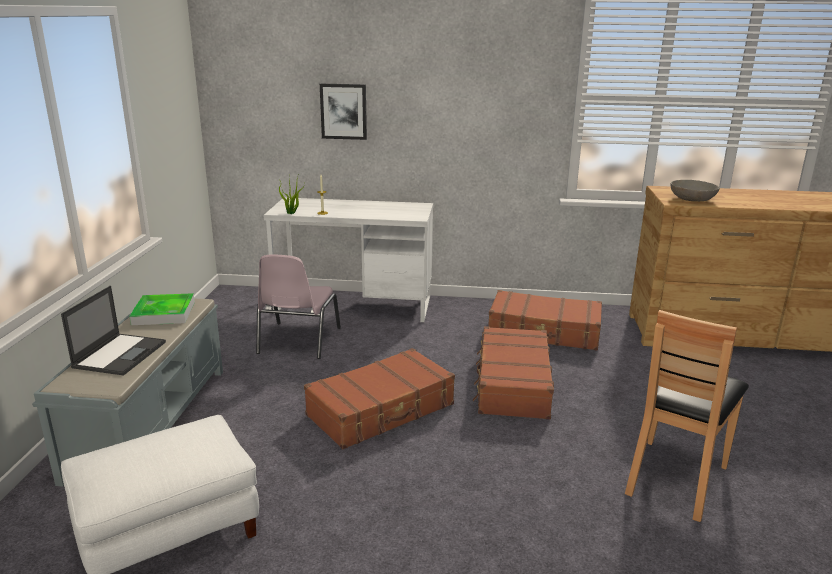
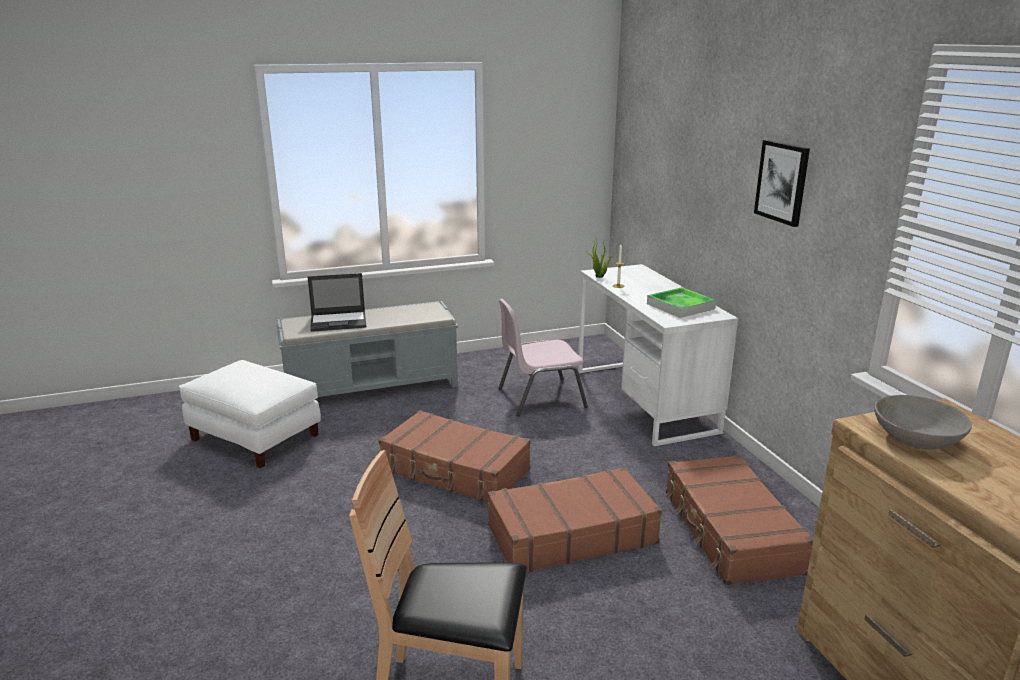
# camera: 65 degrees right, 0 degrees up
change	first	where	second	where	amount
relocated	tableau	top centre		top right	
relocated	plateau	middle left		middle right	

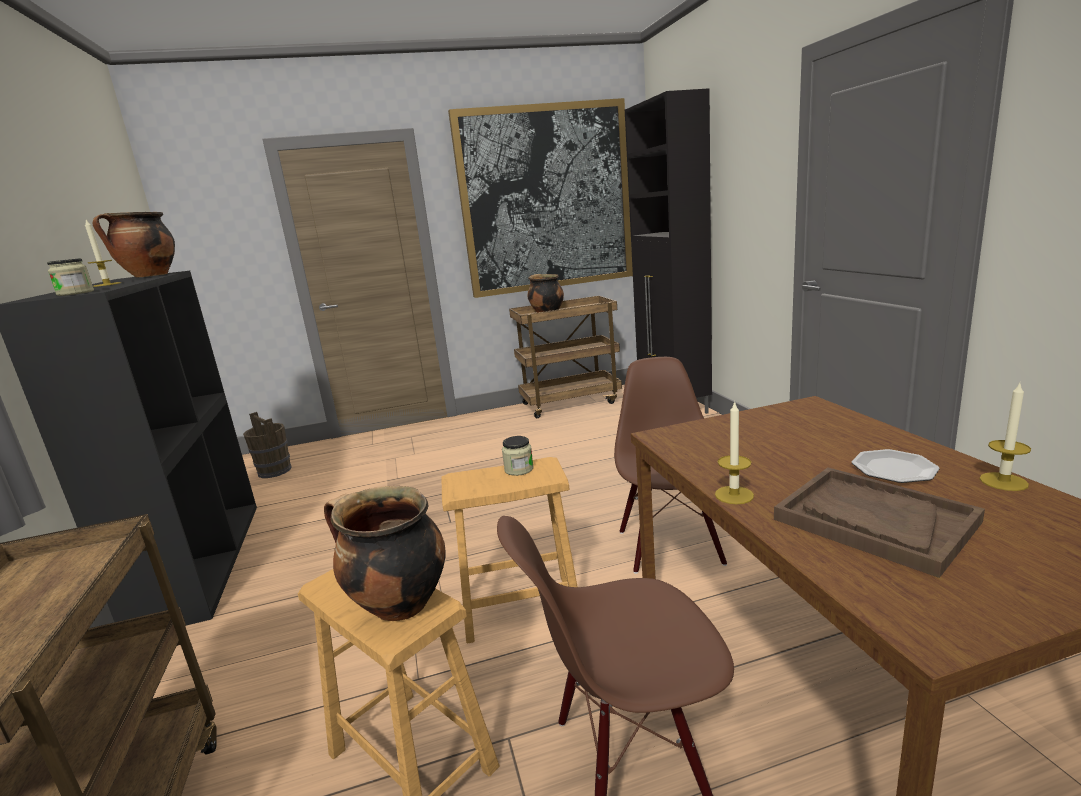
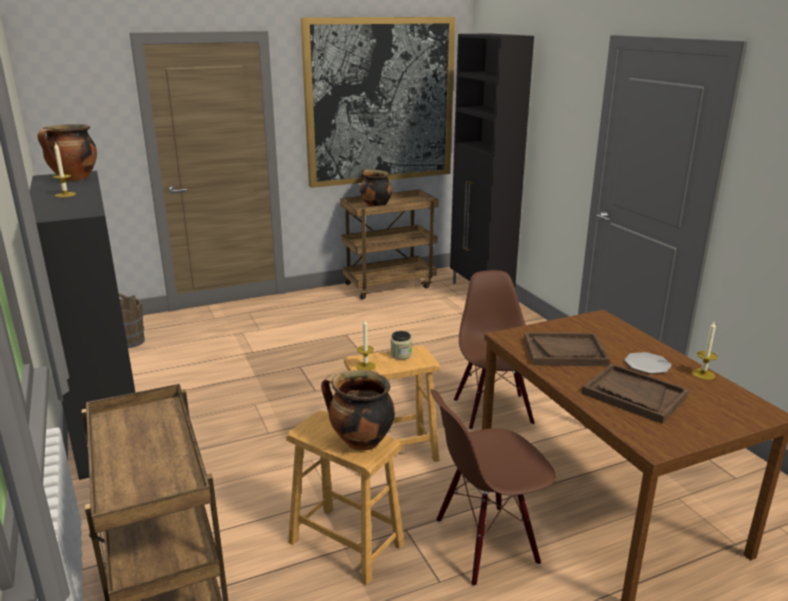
# camera: 10 degrees left, 5 degrees up
change	first	where	second	where	amount
missing	bocal (no. 1 from left)	middle left			
relocated	bougie (no. 2 from left)	middle right		centre	
appeared			plateau [marron] (no. 1 from left)	middle right	

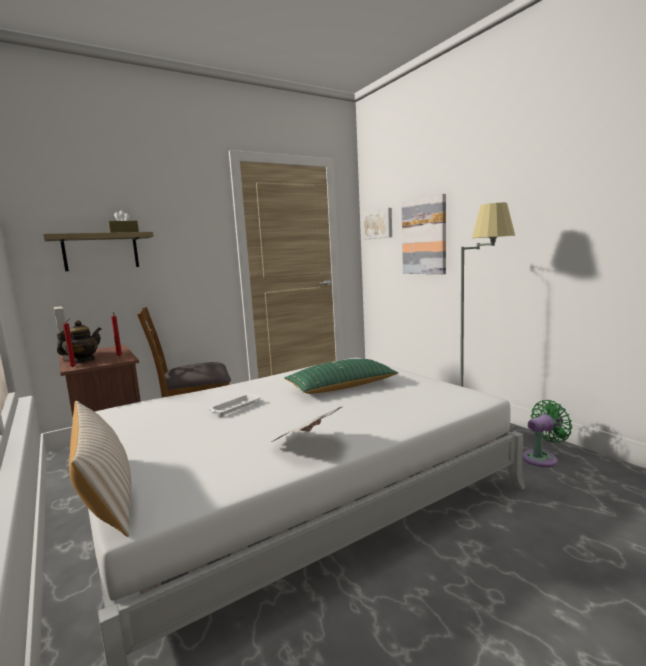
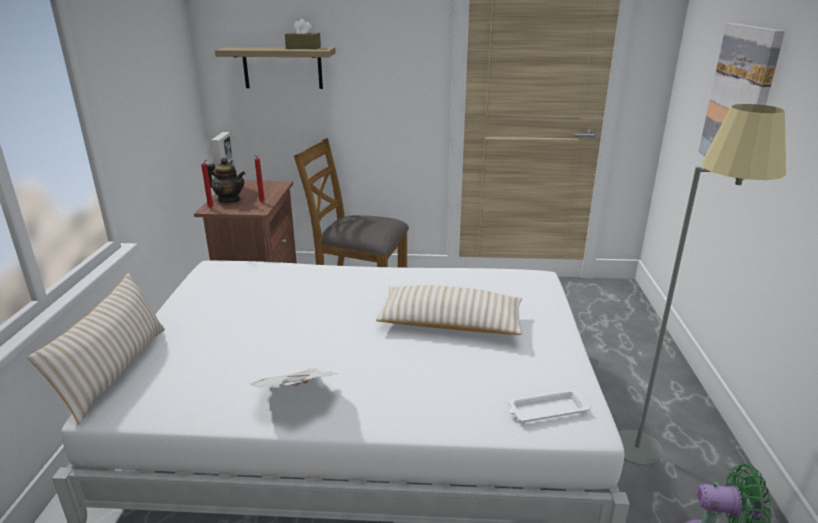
# camera: 35 degrees right, 15 degrees up
change	first	where	second	where	amount
missing	tableau (no. 1 from left)	centre			
spun	théière	middle left		middle left	45 degrees clockwise
colour	coussin [vert]	centre	coussin [beige] (no. 2 from left)	centre	
relocated	plateau [blanc]	centre		bottom right	

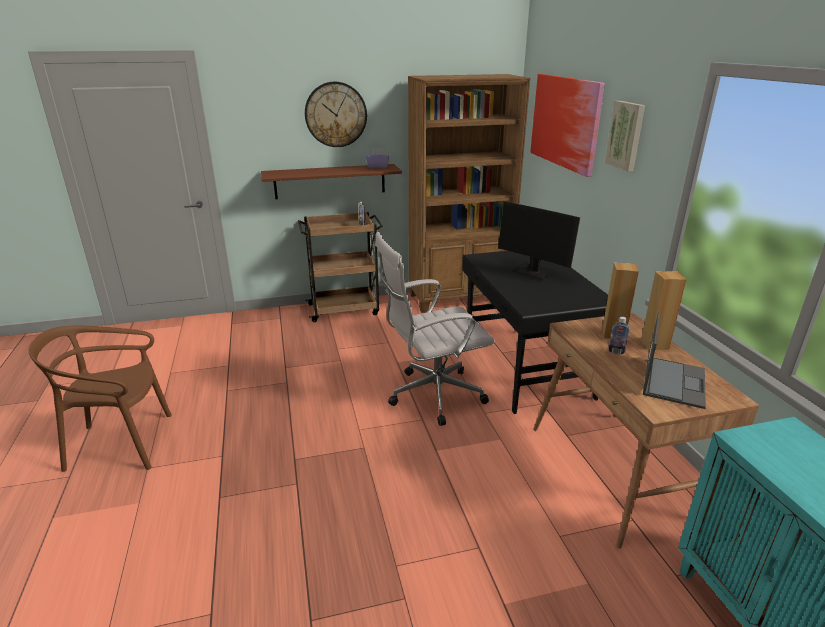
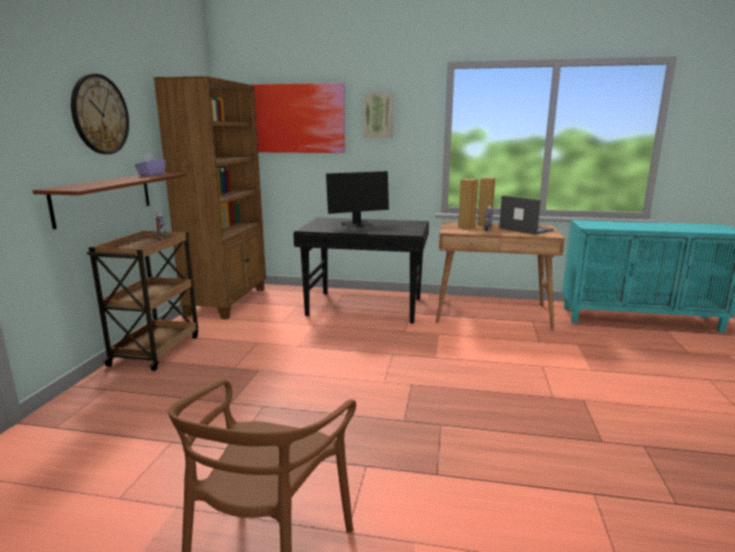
# camera: 65 degrees left, 10 degrees down
change	first	where	second	where	amount
missing	chaise de bureau [blanc]	centre			

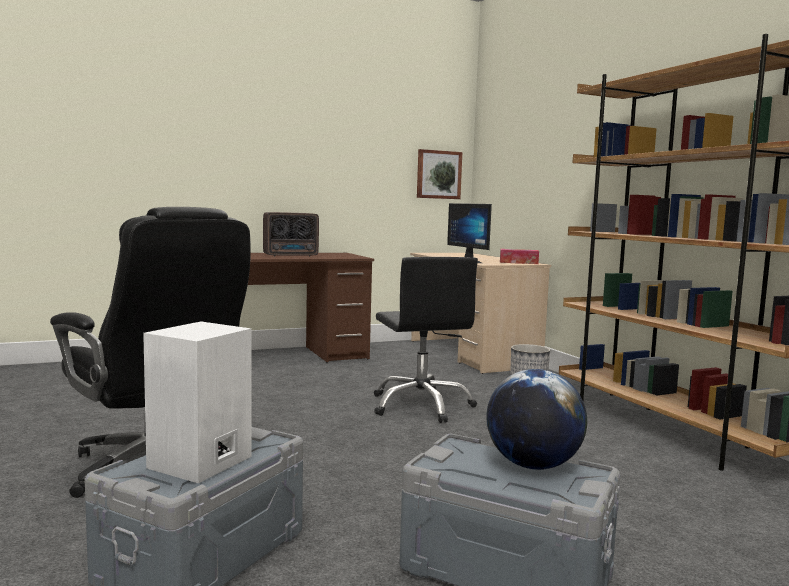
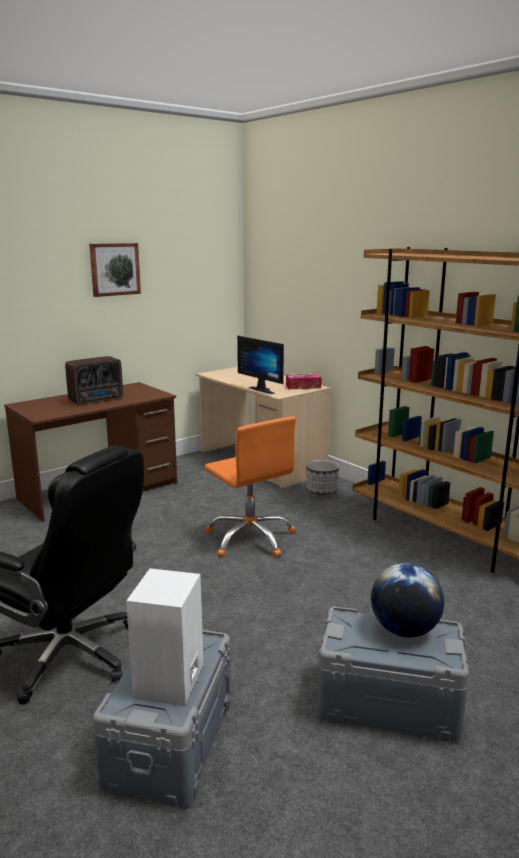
# camera: 15 degrees left, 10 degrees up
change	first	where	second	where	amount
relocated	tableau	top centre		top left	
colour	chaise de bureau [noir] (no. 2 from left)	centre	chaise de bureau [orange]	centre	

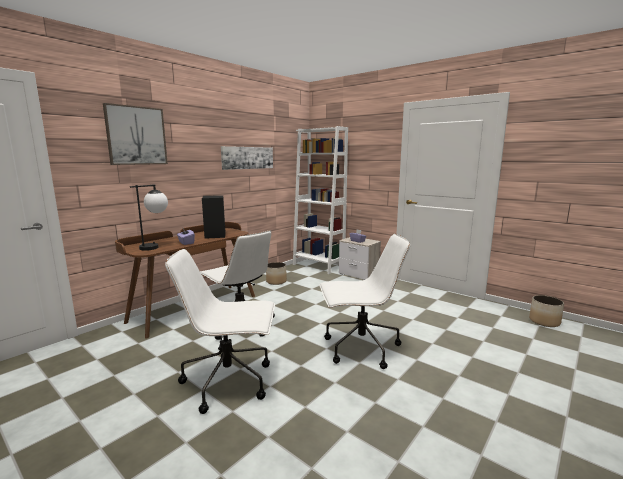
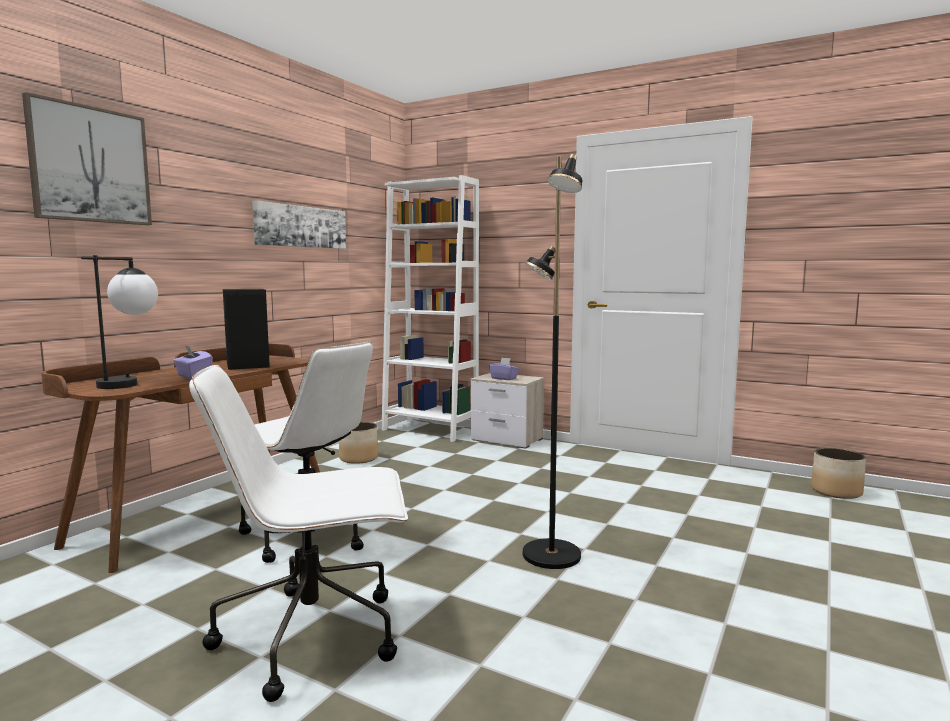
# camera: 10 degrees left, 5 degrees down
change	first	where	second	where	amount
exchanged	chaise de bureau [blanc] (no. 3 from left)	centre	lampadaire [noir]	centre	

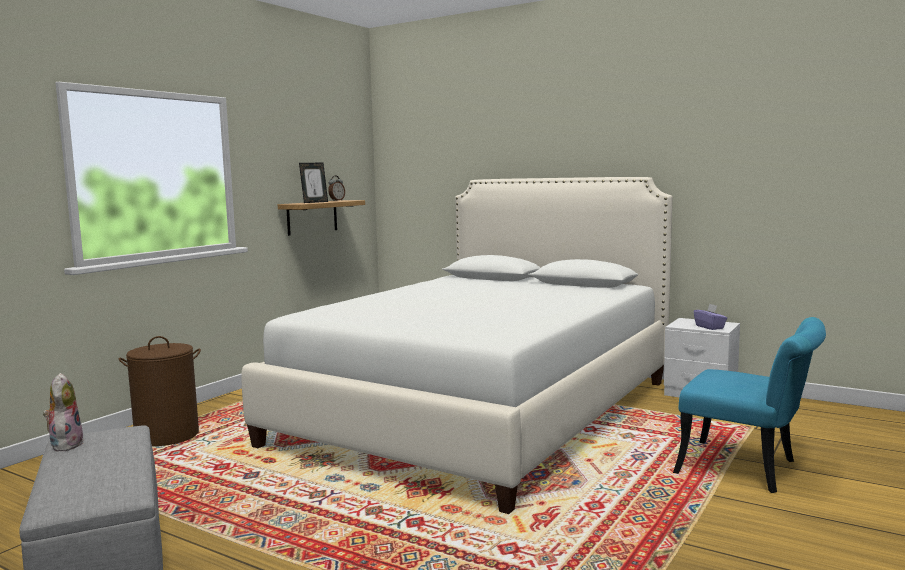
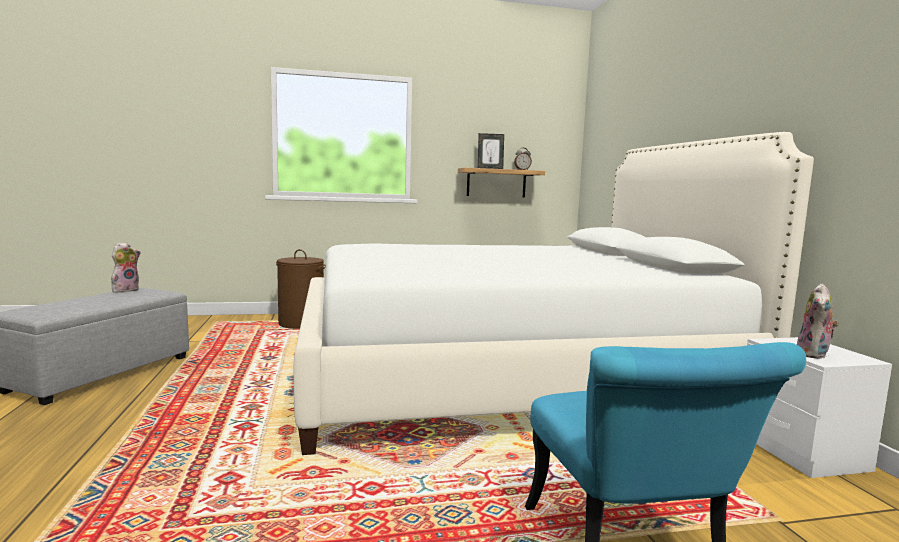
# camera: 45 degrees right, 0 degrees up
change	first	where	second	where	amount
exchanged	boîte à mouchoirs [violet]	middle right	peluche (no. 2 from left)	middle right	

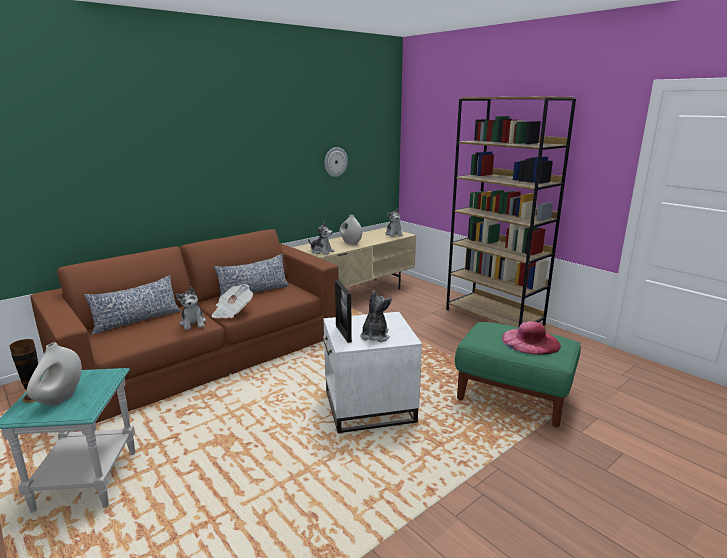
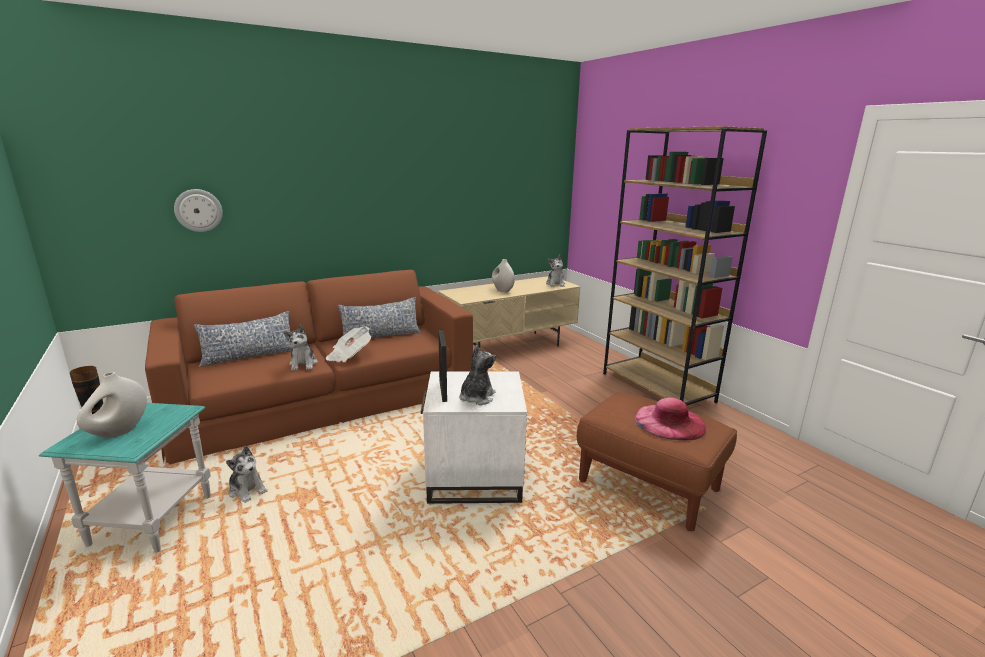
# camera: 10 degrees right, 0 degrees up
change	first	where	second	where	amount
relocated	horloge murale	top centre		top left	
relocated	peluche (no. 2 from left in the first image)	centre	peluche (no. 1 from left)	bottom left	
colour	pouf [vert]	bottom right	pouf [marron]	bottom right	

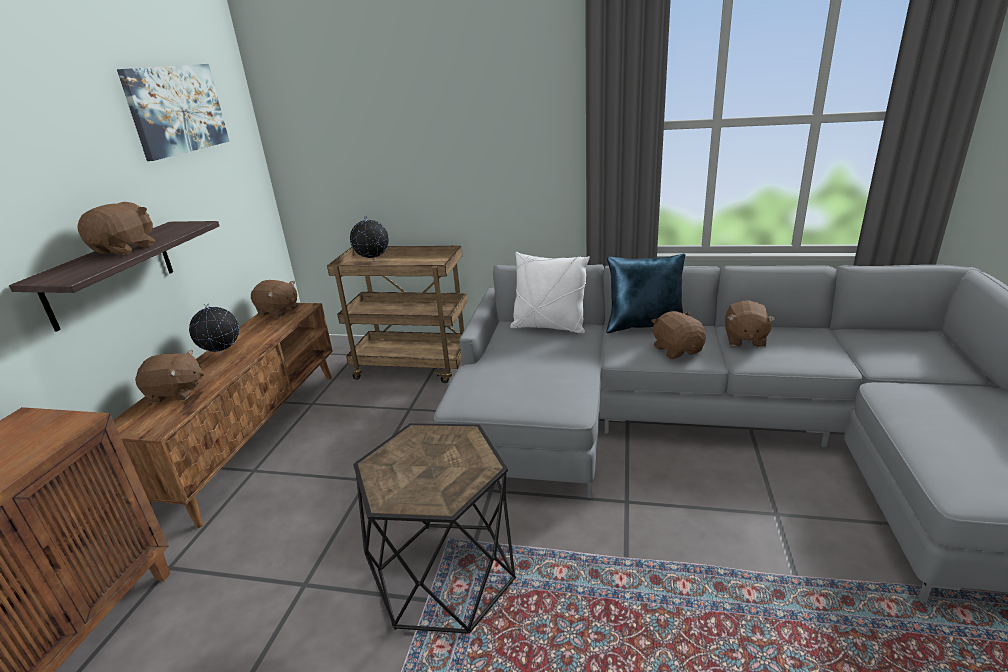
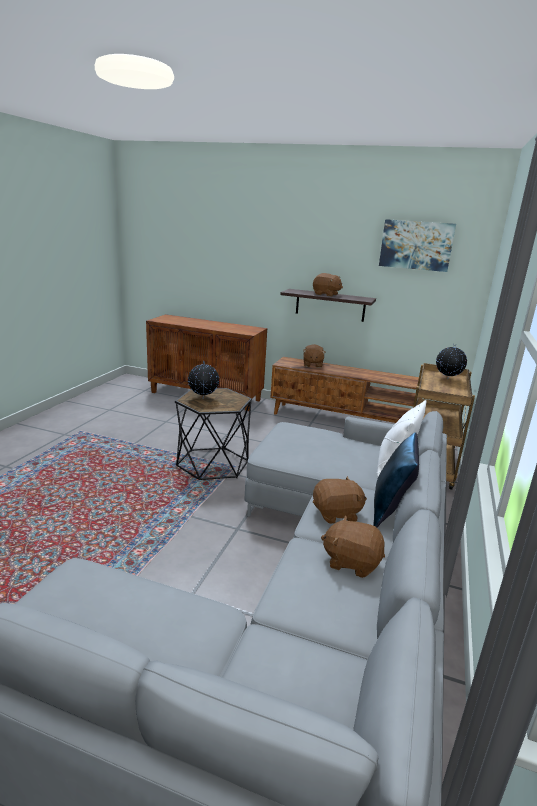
# camera: 95 degrees right, 5 degrees down
change	first	where	second	where	amount
missing	peluche [marron] (no. 3 from left)	middle left			
relocated	globe (no. 1 from left)	middle left		centre	

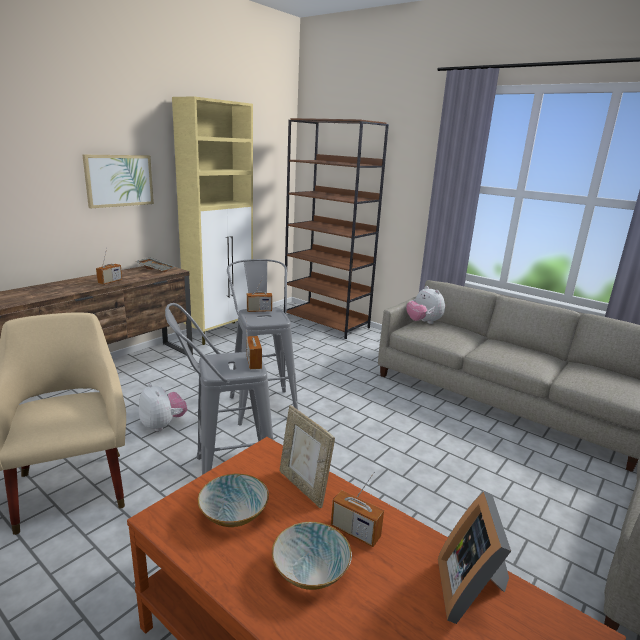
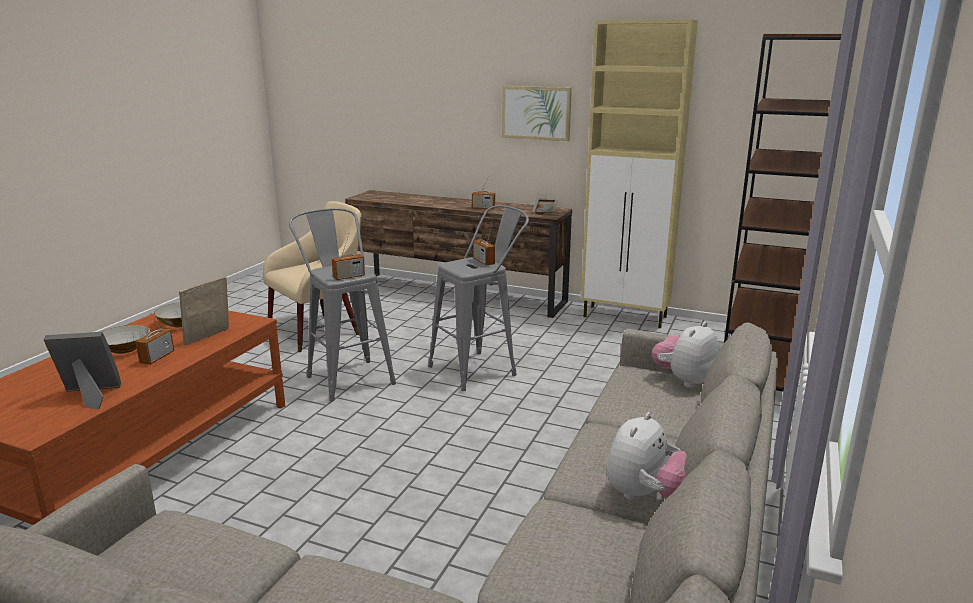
# camera: 75 degrees right, 0 degrees up
change	first	where	second	where	amount
relocated	peluche (no. 1 from left)	middle left		bottom centre	

